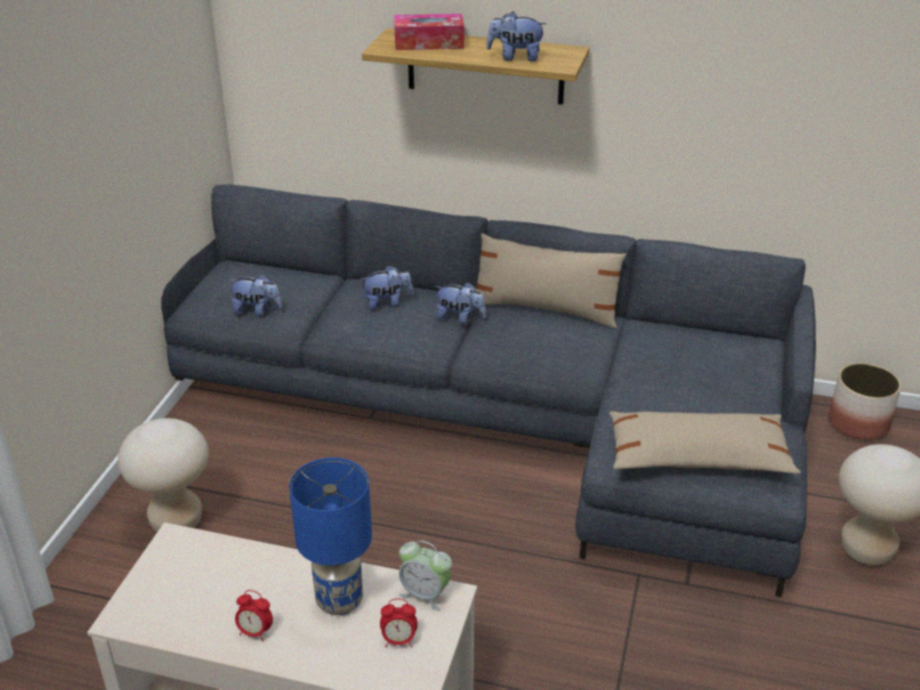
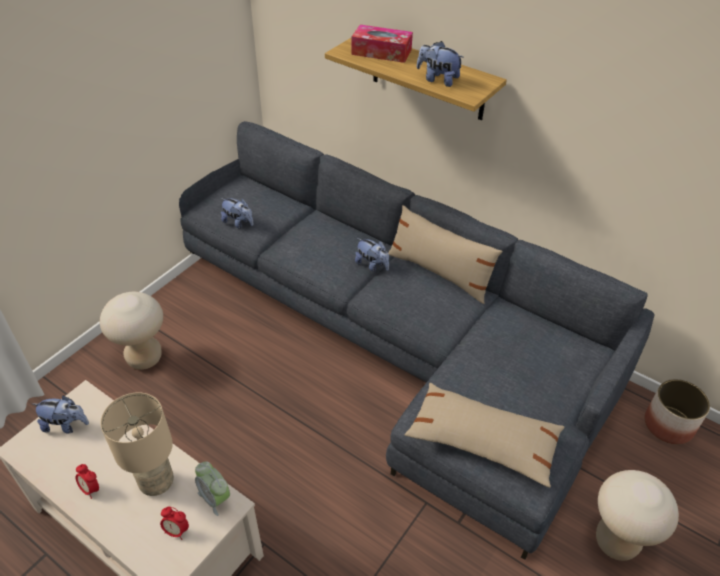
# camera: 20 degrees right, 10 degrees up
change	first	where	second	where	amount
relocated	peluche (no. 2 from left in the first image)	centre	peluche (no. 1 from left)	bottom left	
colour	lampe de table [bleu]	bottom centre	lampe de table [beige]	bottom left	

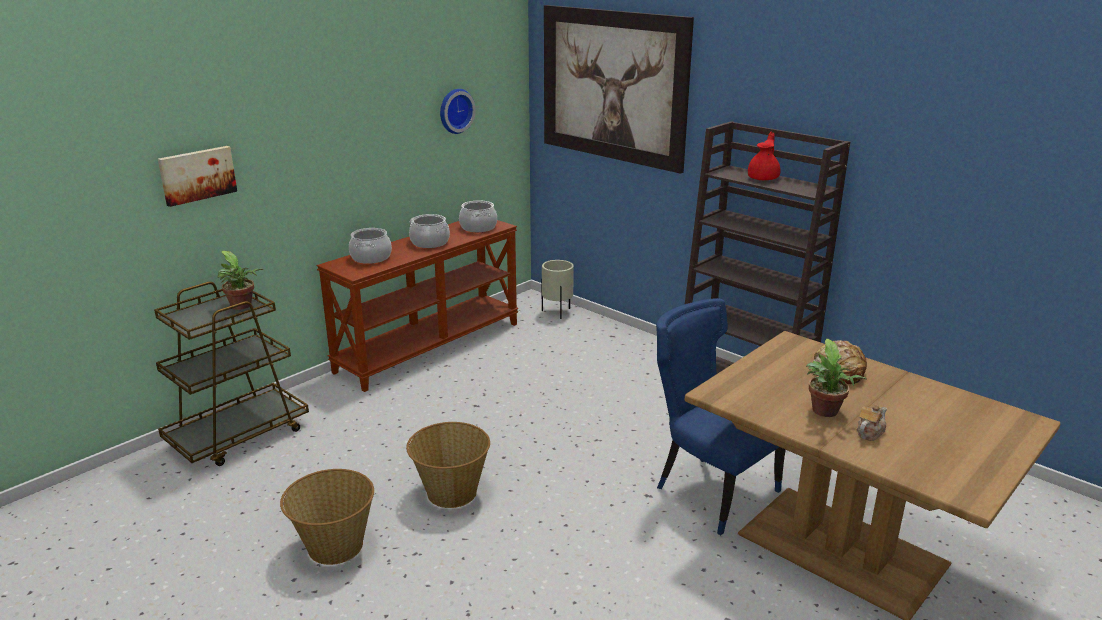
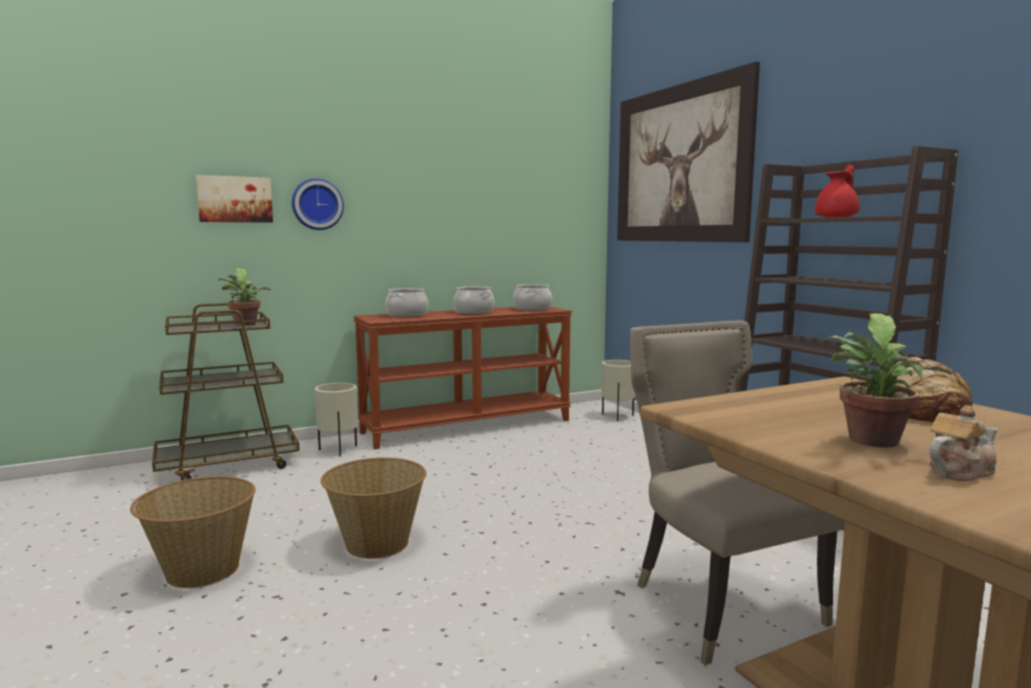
# camera: 20 degrees right, 15 degrees down
change	first	where	second	where	amount
relocated	horloge murale	top centre		top left	
colour	chaise [bleu]	bottom centre	chaise [beige]	bottom right	
appeared			cache-pot [beige] (no. 1 from left)	middle left	

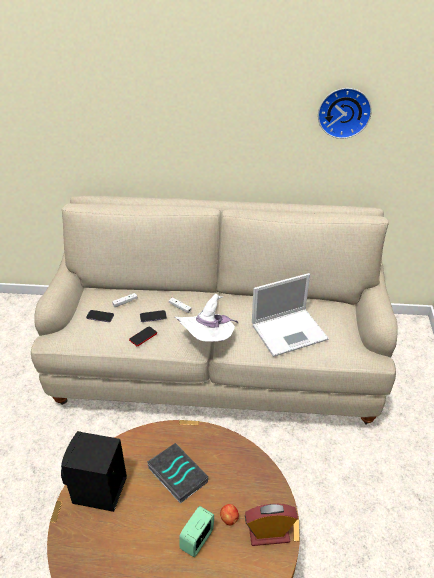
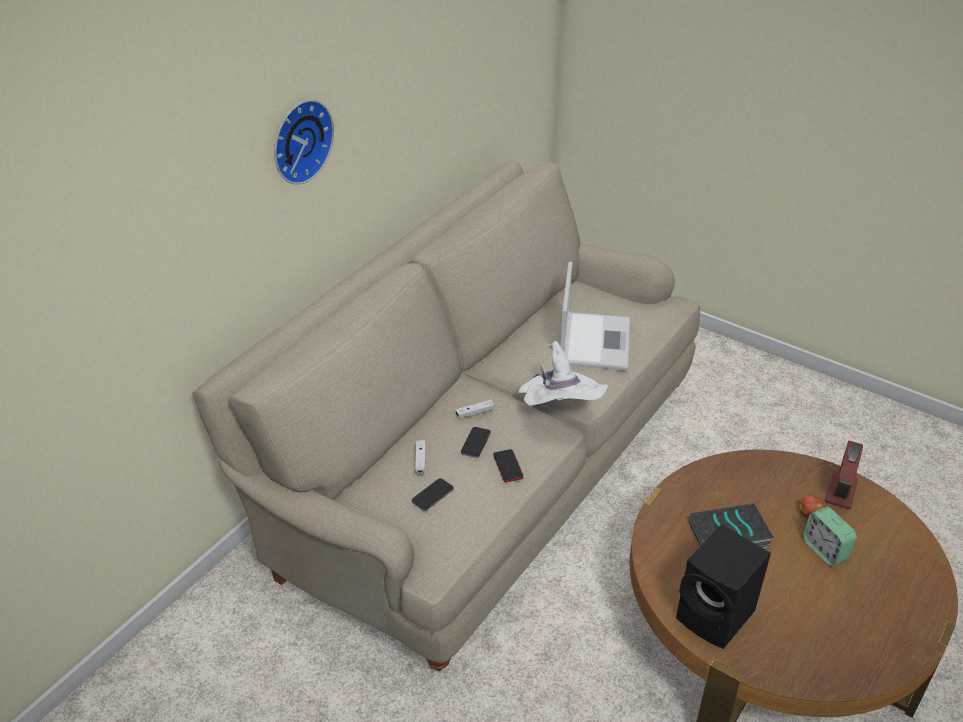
# camera: 60 degrees left, 0 degrees up
change	first	where	second	where	amount
relocated	horloge murale	top right		top left	

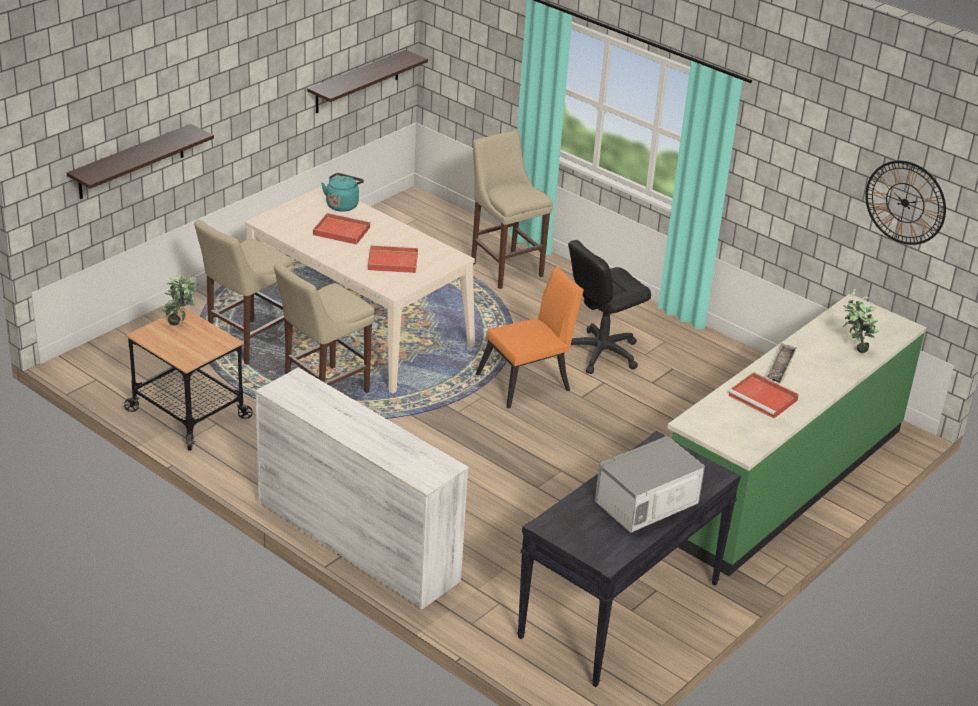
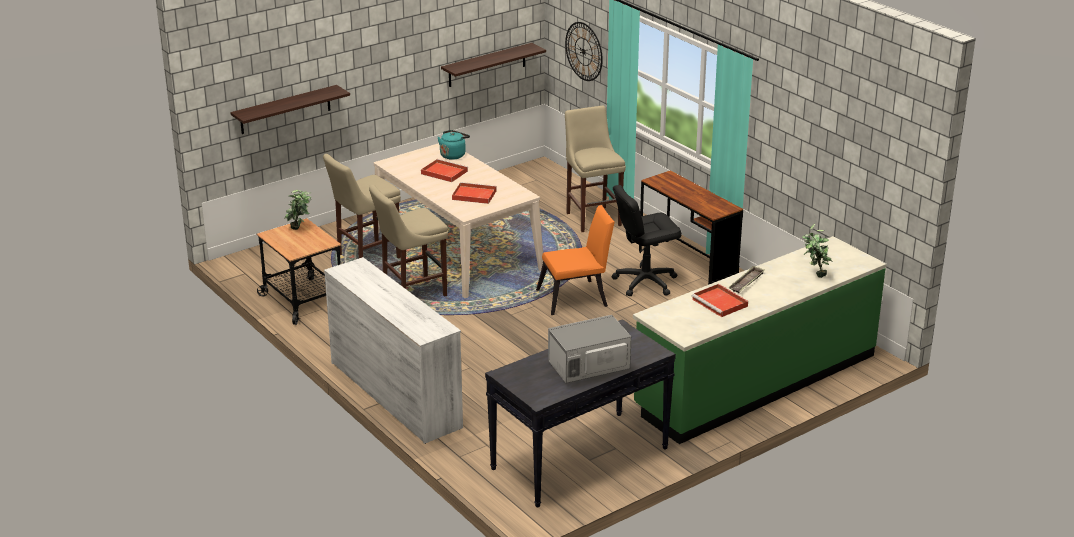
# camera: 15 degrees right, 5 degrees down
change	first	where	second	where	amount
relocated	horloge murale	top right		top centre	
appeared			bureau [marron]	centre	

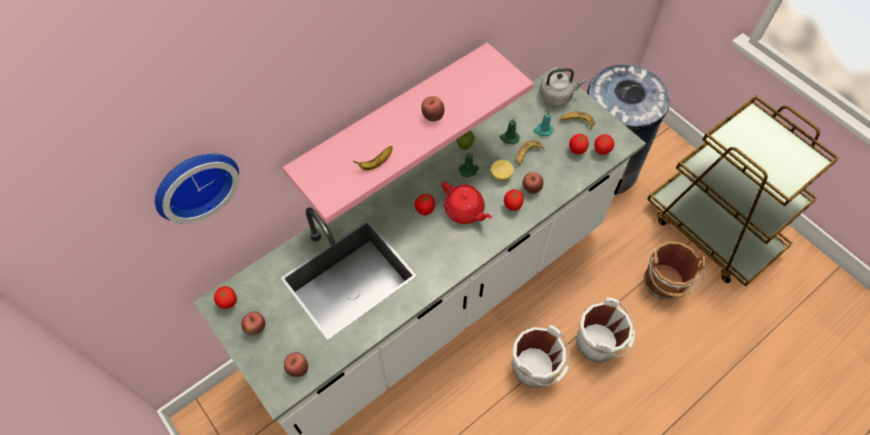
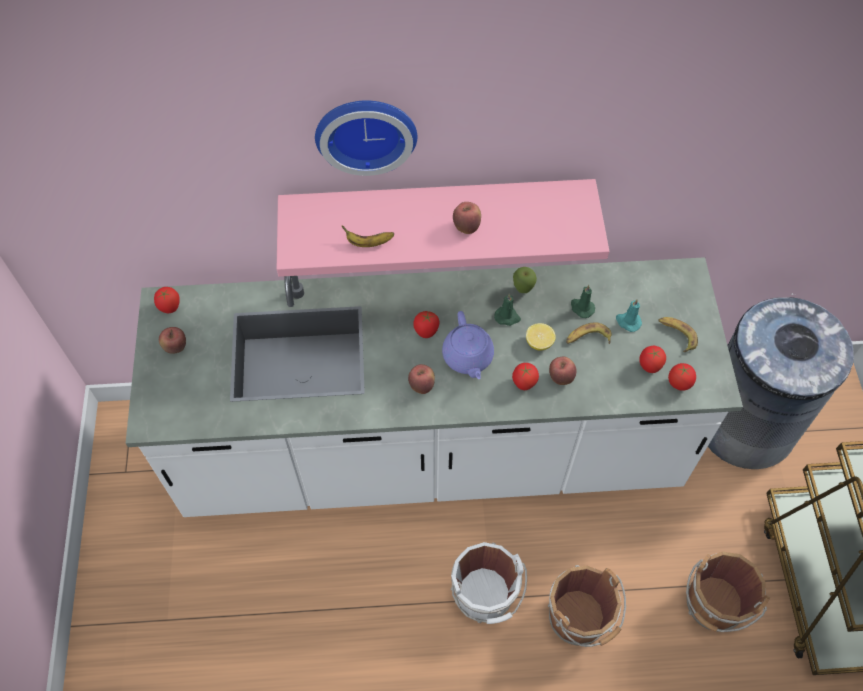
# camera: 35 degrees right, 0 degrees up
change	first	where	second	where	amount
missing	bouilloire [gris]	top centre			
relocated	horloge murale	middle left		top centre	
colour	théière [rouge]	centre	théière [violet]	centre	
colour	seau [blanc] (no. 2 from left)	bottom right	seau [marron] (no. 1 from left)	bottom right	
relocated	pomme (no. 2 from left)	bottom centre		centre	

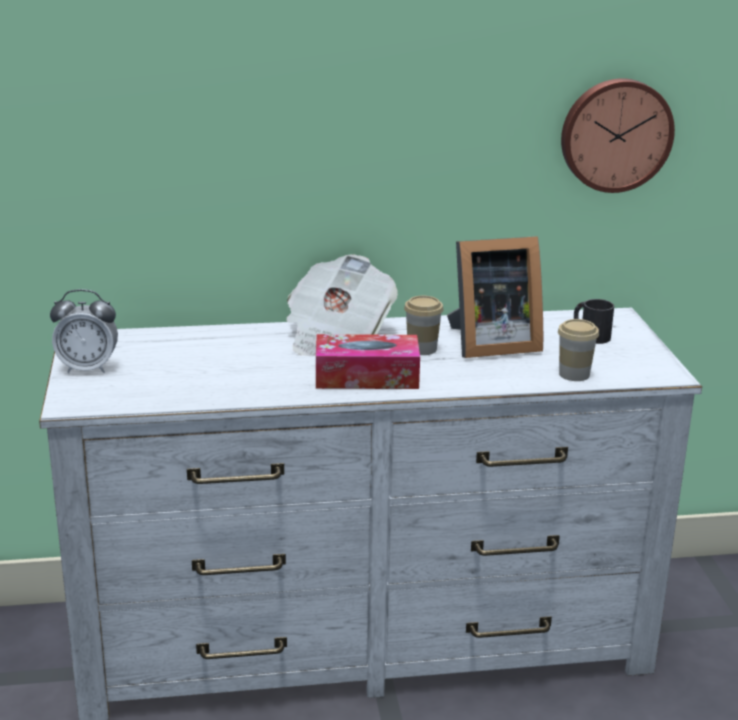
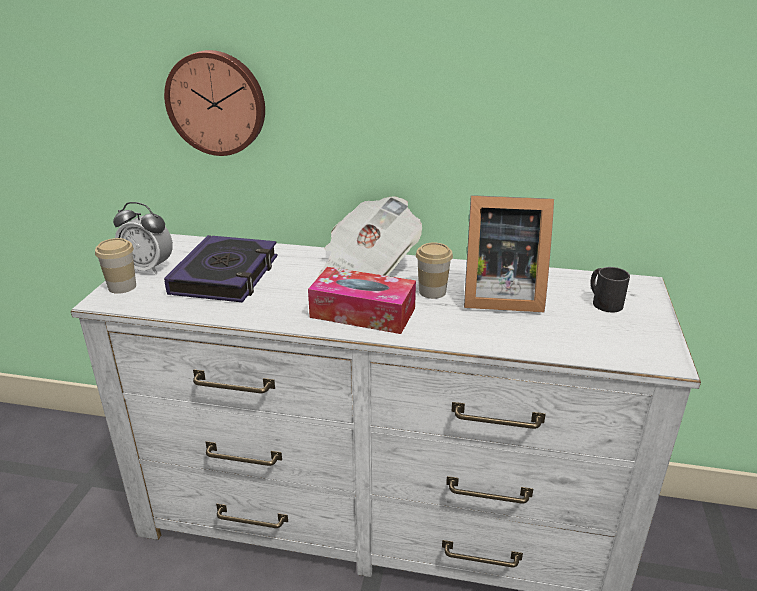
# camera: 20 degrees right, 5 degrees up
change	first	where	second	where	amount
relocated	horloge murale	top right		top left	
relocated	tasse (no. 2 from left in the first image)	middle right	tasse (no. 1 from left)	middle left	
appeared			livre	middle left	

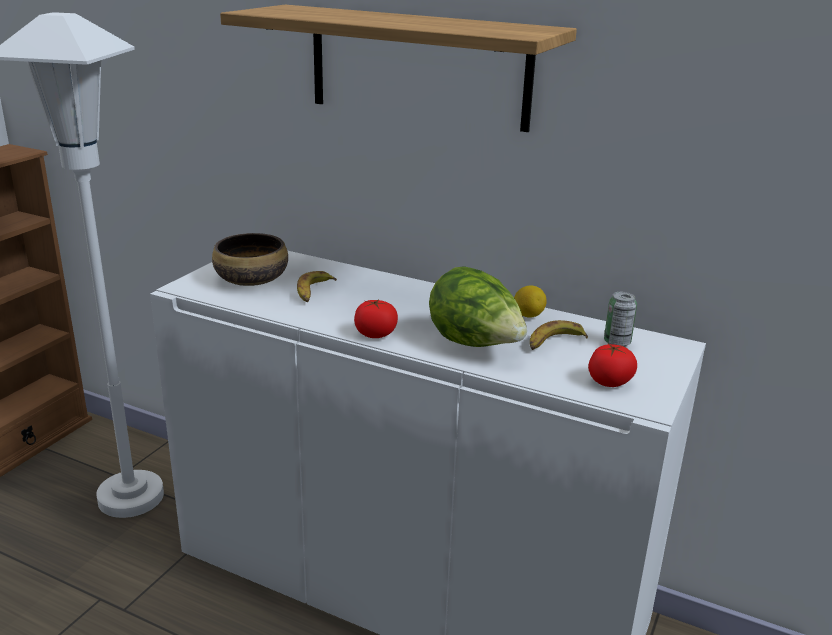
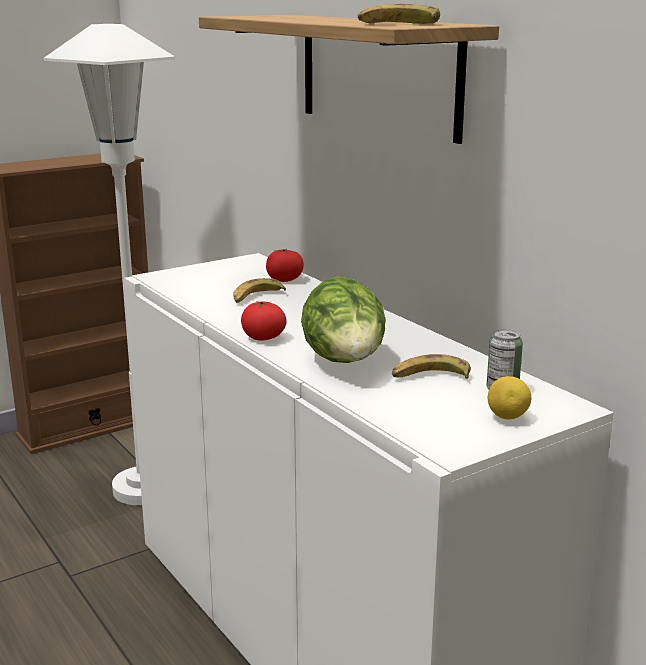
# camera: 30 degrees right, 5 degrees down
change	first	where	second	where	amount
missing	bol	middle left			
relocated	citron	centre		middle right	
relocated	tomate (no. 2 from left)	middle right		centre	
appeared			banane (no. 2 from left)	top centre	

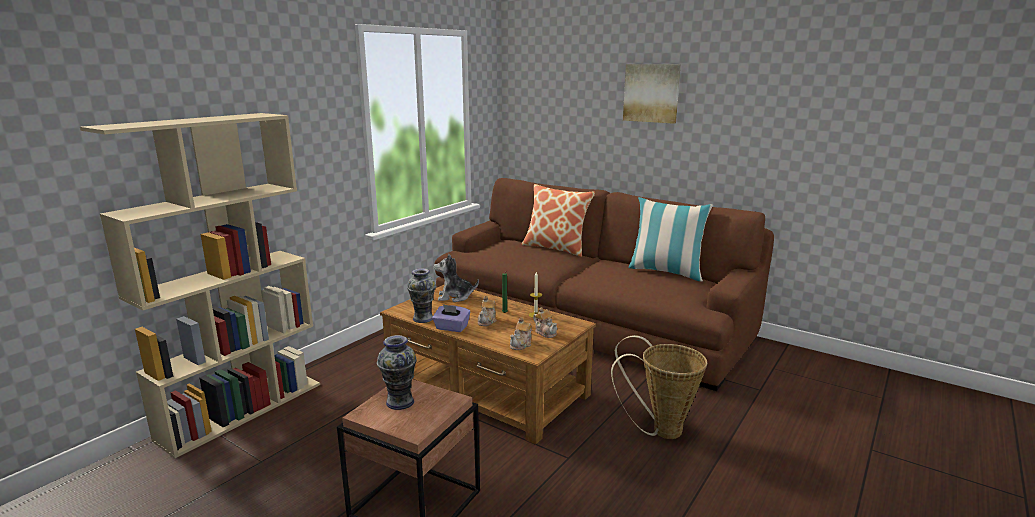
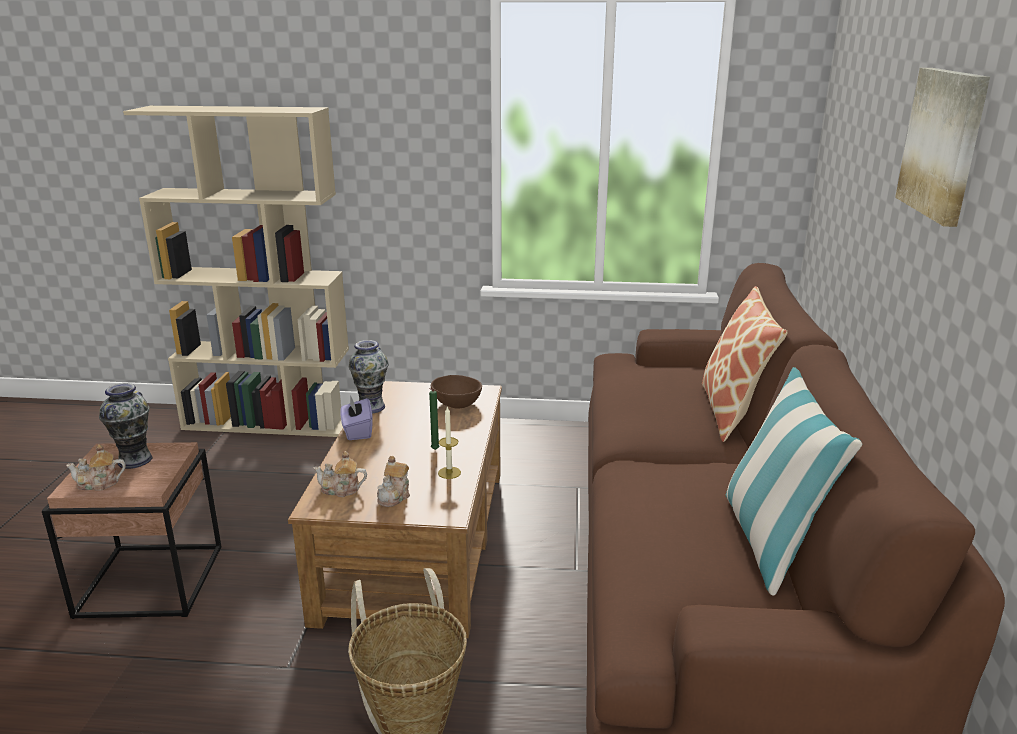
# camera: 60 degrees right, 5 degrees up
change	first	where	second	where	amount
exchanged	peluche	centre	bol [marron]	centre	
relocated	théière (no. 1 from left)	centre		middle left	

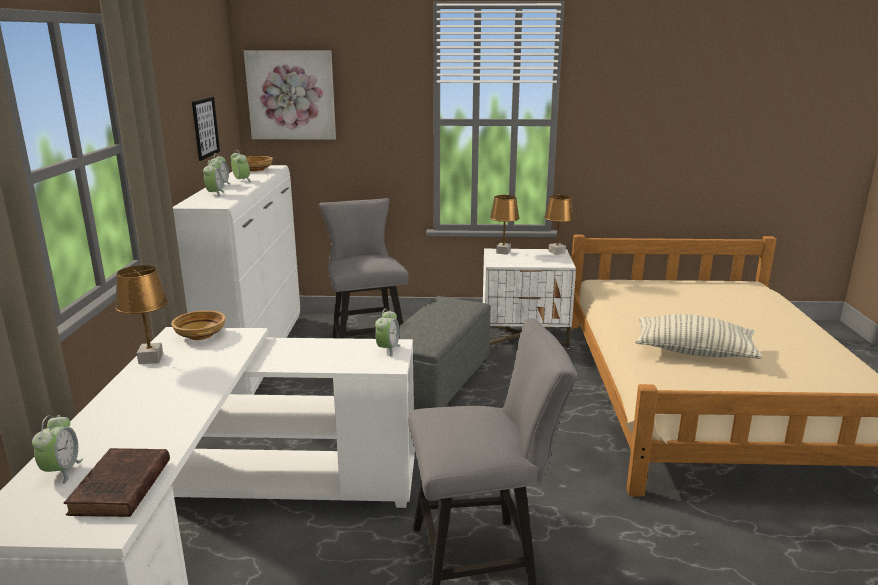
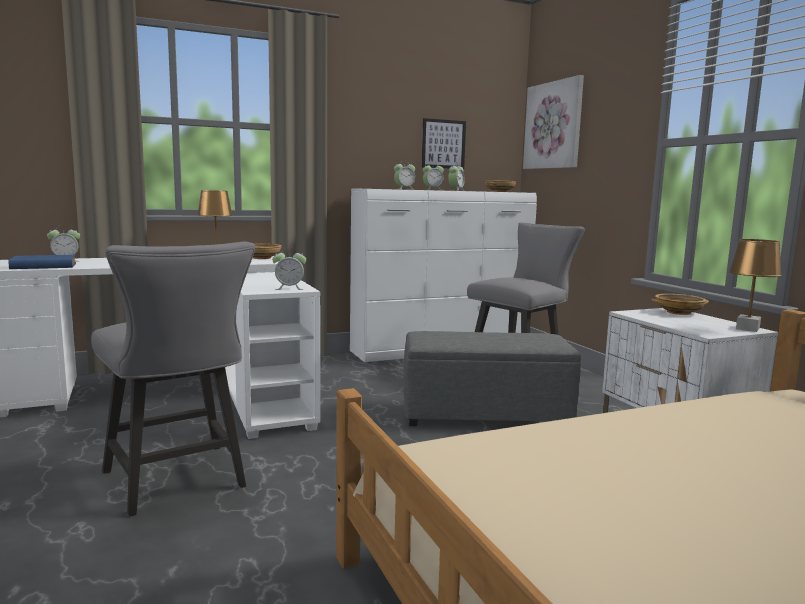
# camera: 65 degrees right, 10 degrees down
change	first	where	second	where	amount
exchanged	lampe de table [marron] (no. 2 from left)	centre	bol [beige] (no. 3 from left)	middle right	
missing	coussin	middle right			
colour	livre [marron]	bottom left	livre [bleu]	middle left	

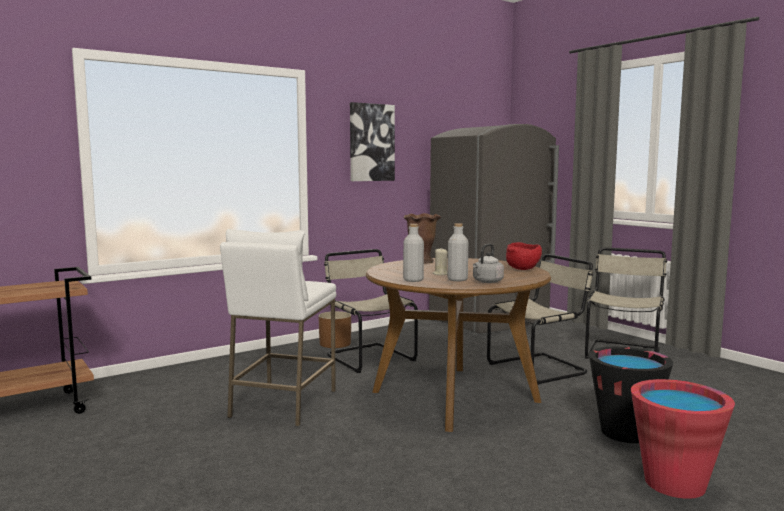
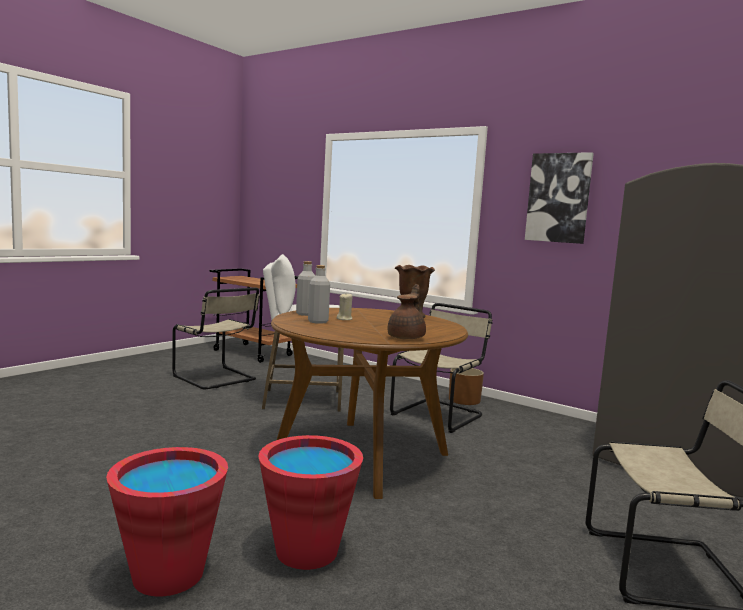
# camera: 70 degrees right, 0 degrees up
change	first	where	second	where	amount
exchanged	bol [rouge]	middle right	théière [marron]	centre	
missing	bouilloire [gris]	centre			
relocated	chaise [beige] (no. 2 from left in the first image)	middle right	chaise [beige] (no. 1 from left)	middle left	
colour	seau [noir]	bottom right	seau [rouge] (no. 2 from left)	bottom centre	

